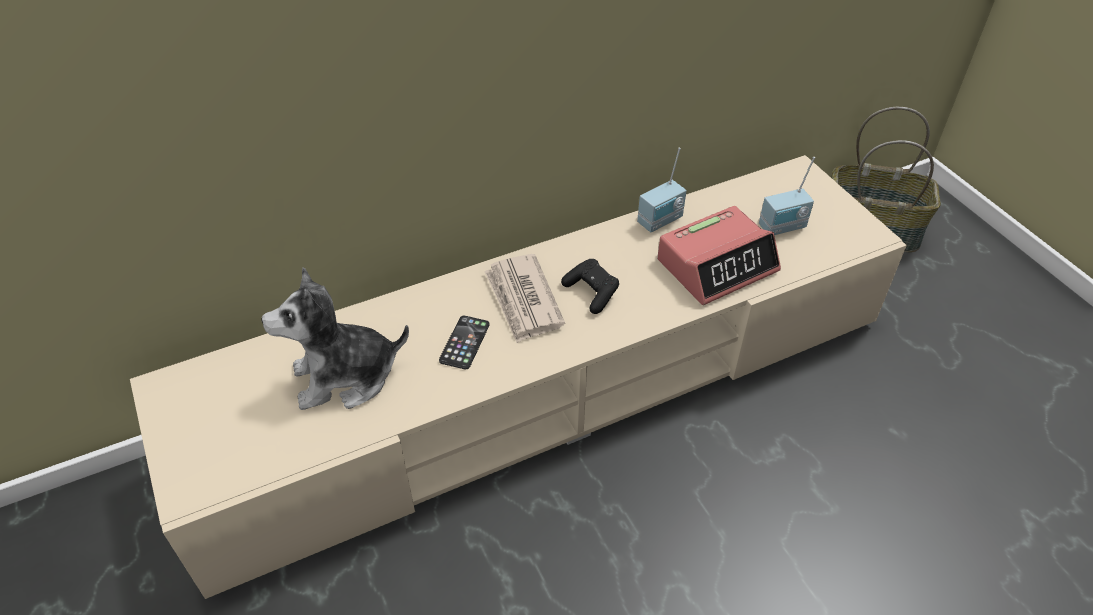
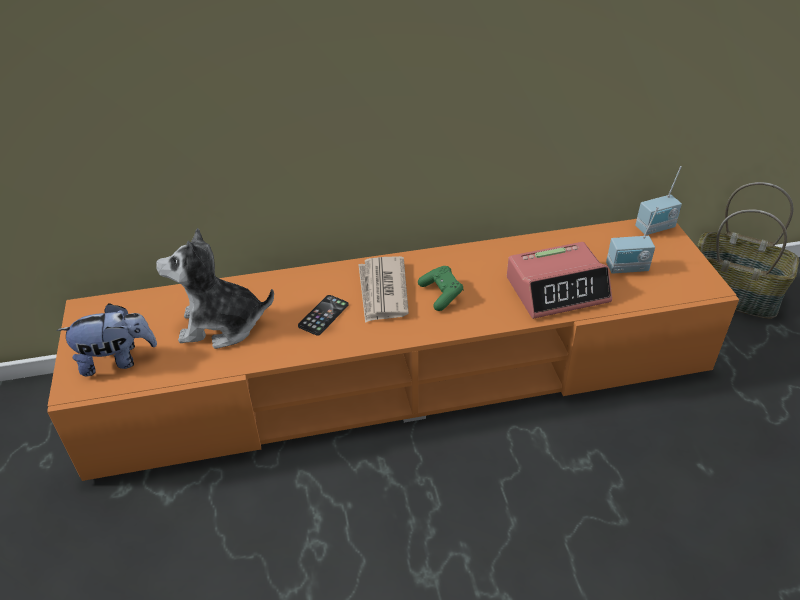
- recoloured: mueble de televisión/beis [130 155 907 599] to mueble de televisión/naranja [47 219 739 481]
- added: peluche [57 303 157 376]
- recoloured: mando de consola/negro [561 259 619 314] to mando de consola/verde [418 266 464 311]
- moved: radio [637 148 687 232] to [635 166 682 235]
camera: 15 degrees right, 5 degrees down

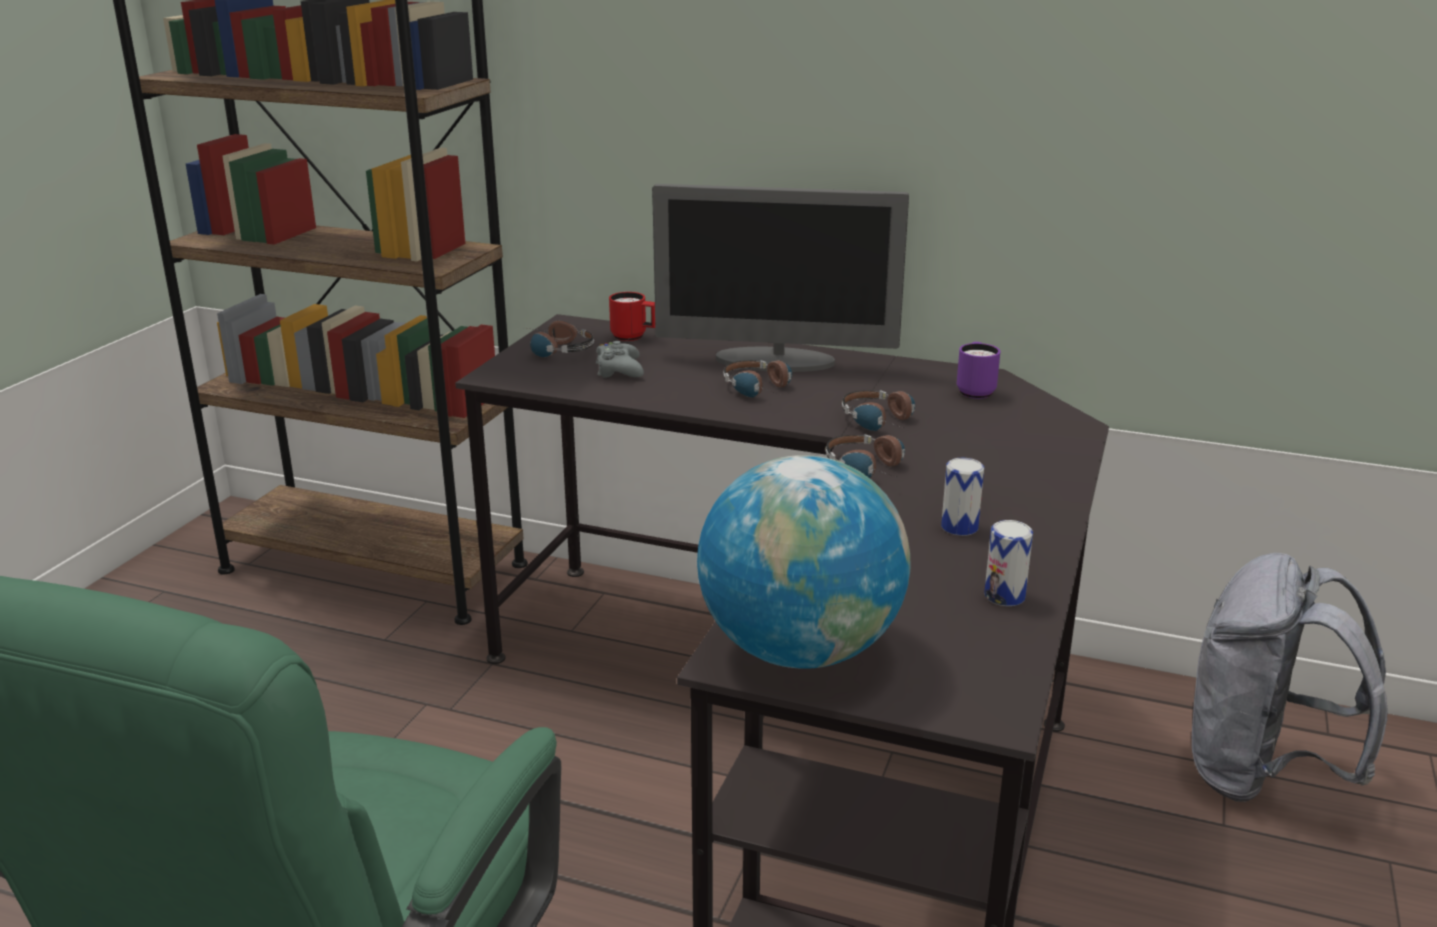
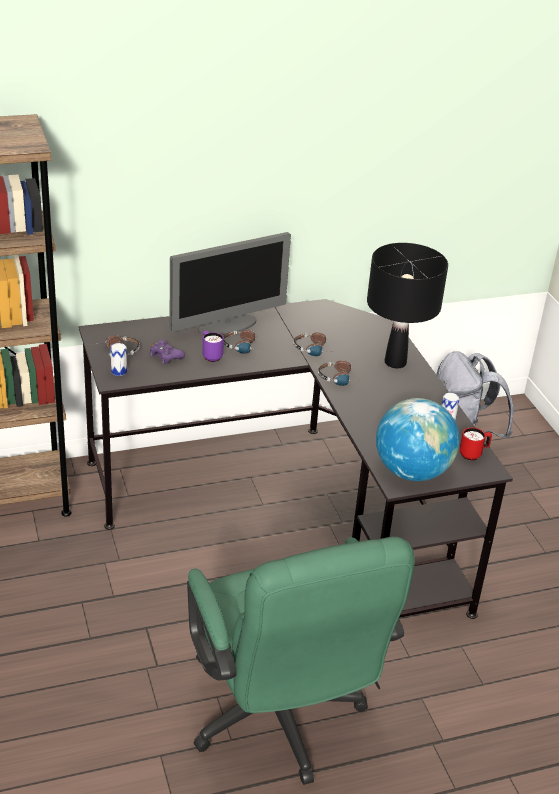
- moved: lata [941 458 984 536] to [111 343 127 376]
- recoloured: mando de consola/gris [596 341 644 378] to mando de consola/morado [150 340 185 364]
- moved: taza grande/morado [957 342 1000 399] to [202 331 224 362]
- added: lámpara de mesa/negro [367 243 448 368]
- moved: taza grande/rojo [609 292 655 341] to [460 427 492 460]
camera: 40 degrees left, 10 degrees up

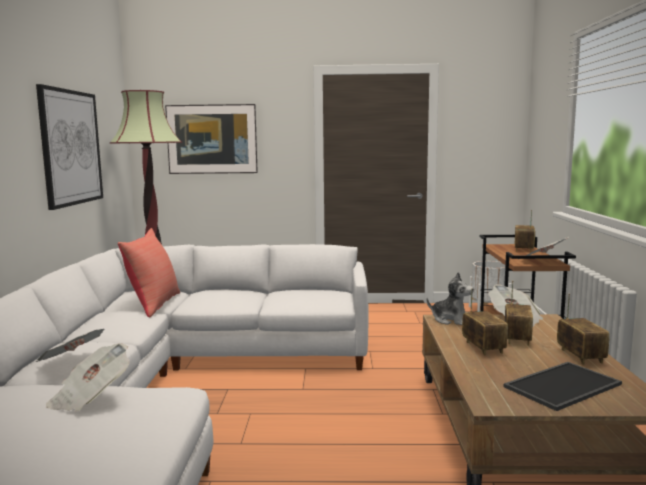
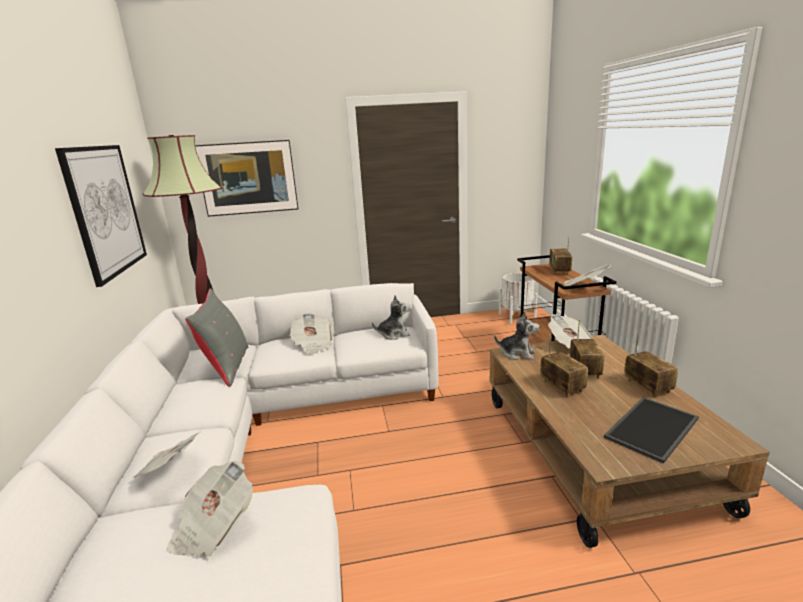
- recoloured: cojín/rojo [118 228 180 317] to cojín/gris [185 288 248 387]
- added: periódico [290 313 333 355]
- added: peluche [372 295 411 340]
camera: 10 degrees left, 10 degrees up

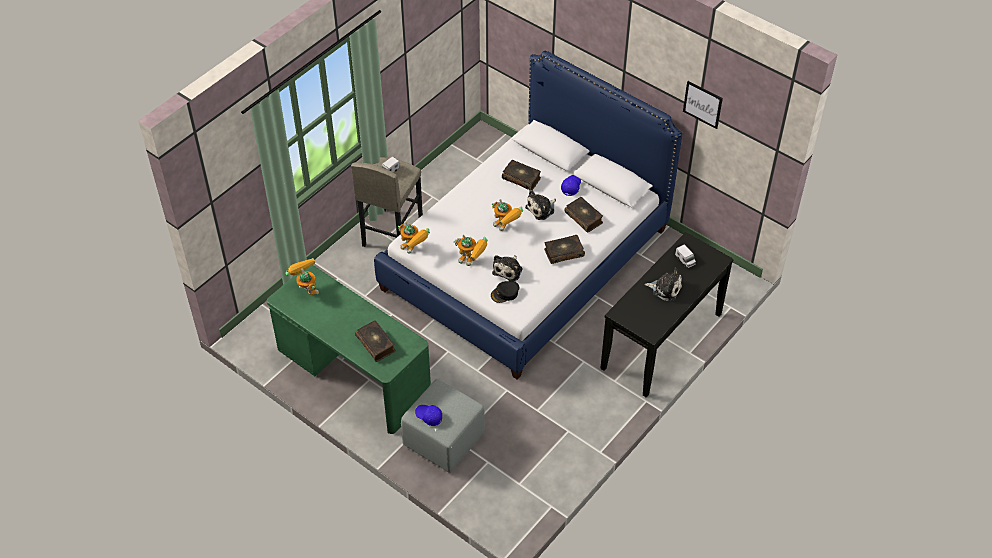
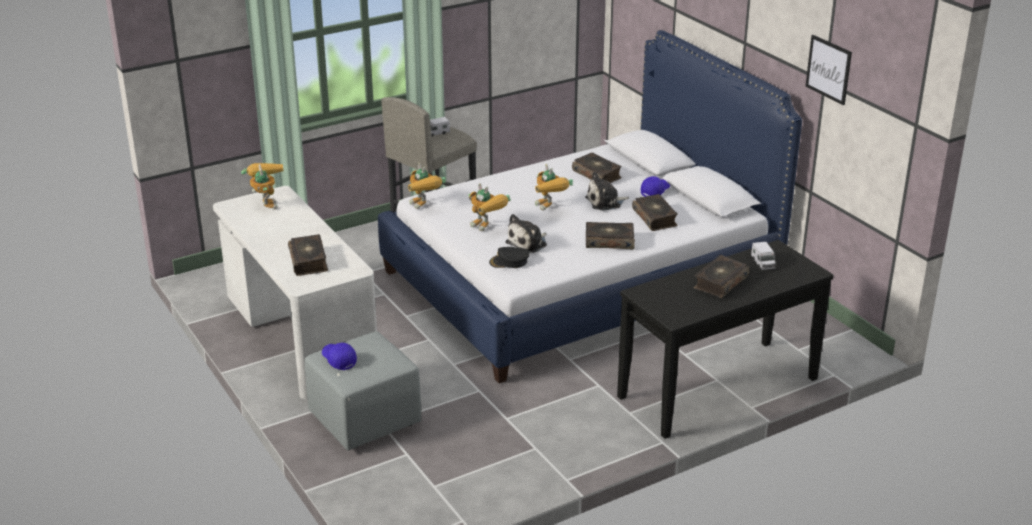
- recoloured: escritorio/verde [267 265 431 434] to escritorio/blanco [213 186 377 399]
- replaced: peluche [645 268 683 301] to libro [694 255 749 298]
camera: 20 degrees right, 20 degrees down

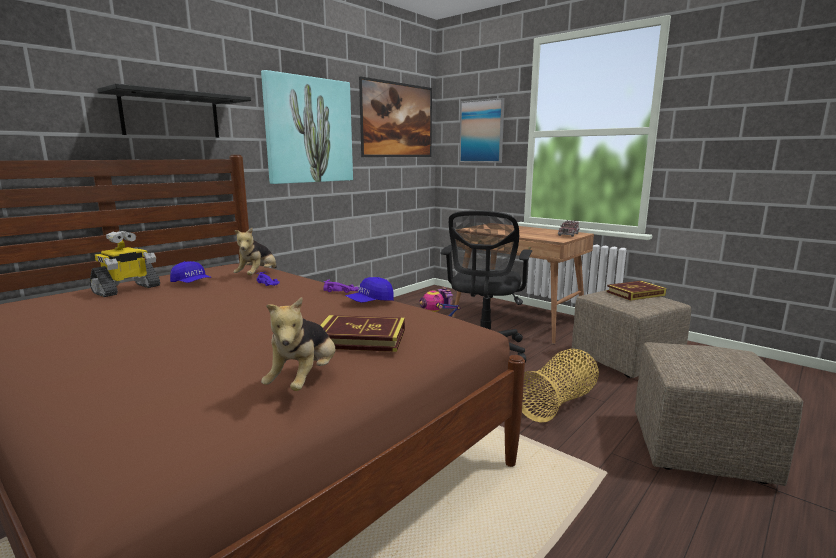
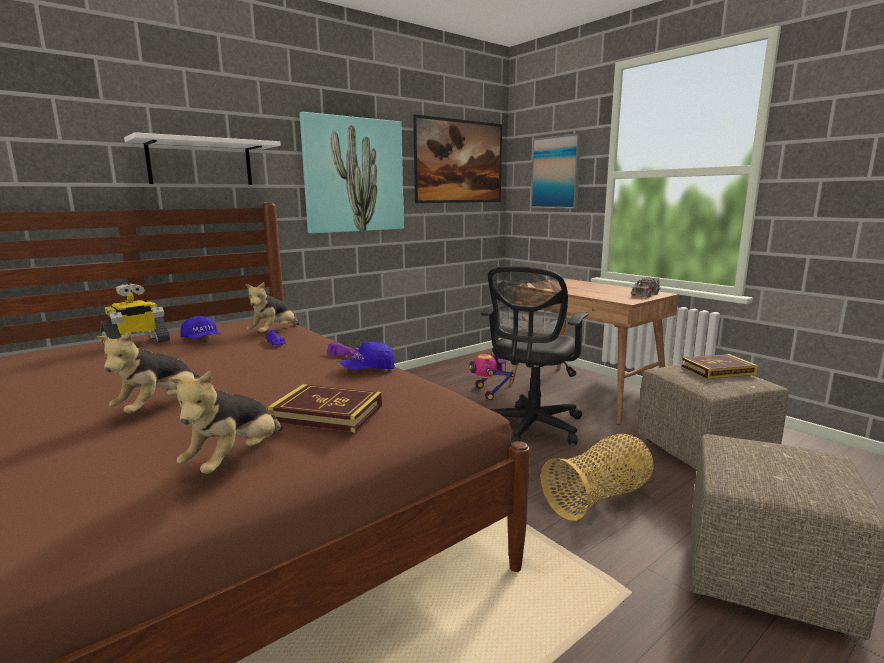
- added: peluche [97 331 201 414]
- recoloured: estante/negro [97 84 251 138] to estante/blanco [124 132 281 185]
camera: 10 degrees right, 0 degrees up

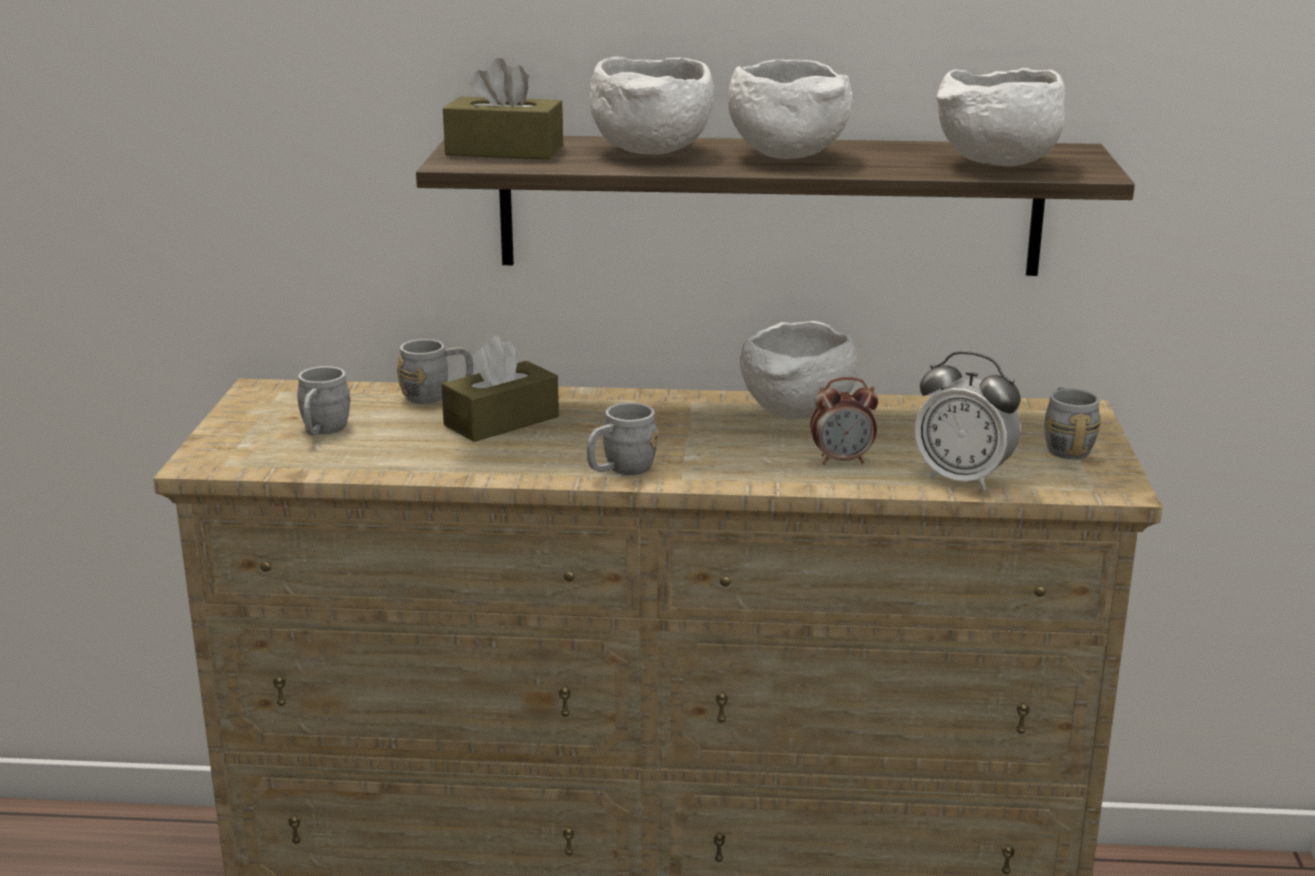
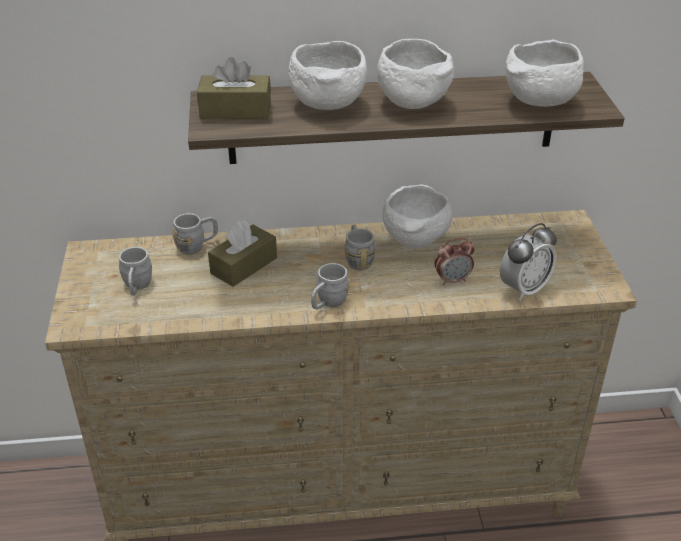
- moved: taza grande/gris [1044 387 1101 459] to [345 225 376 270]
- turned: despertador [915 351 1021 491] = [500 223 557 300] 60 degrees counterclockwise
camera: 10 degrees left, 15 degrees up

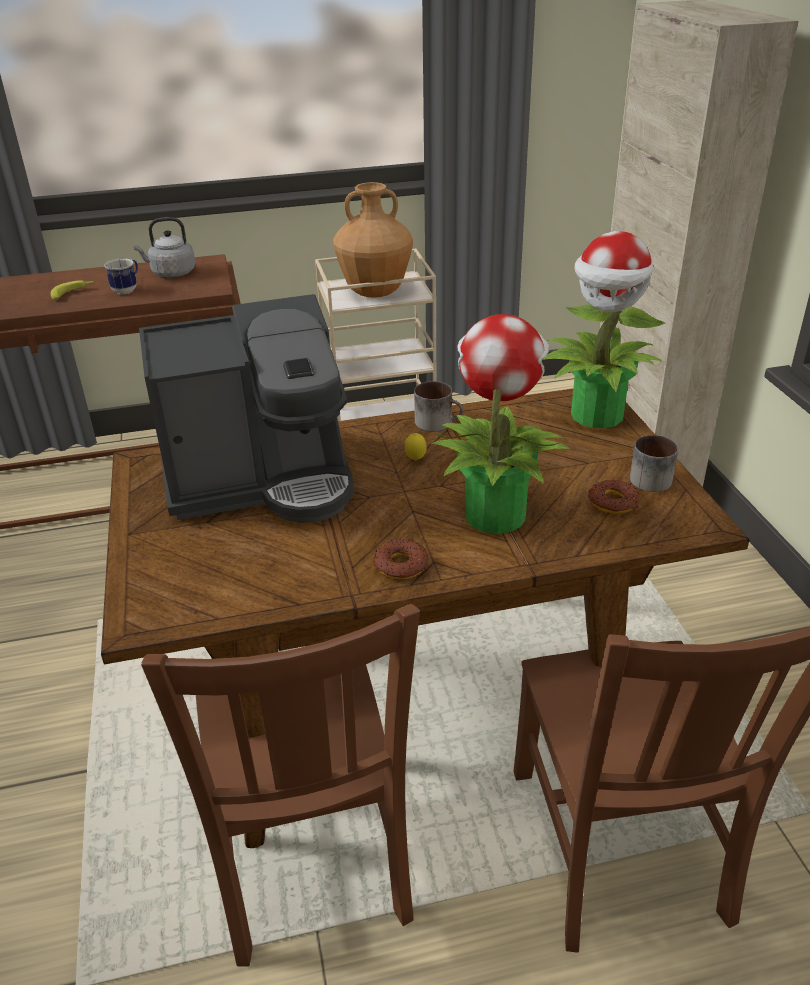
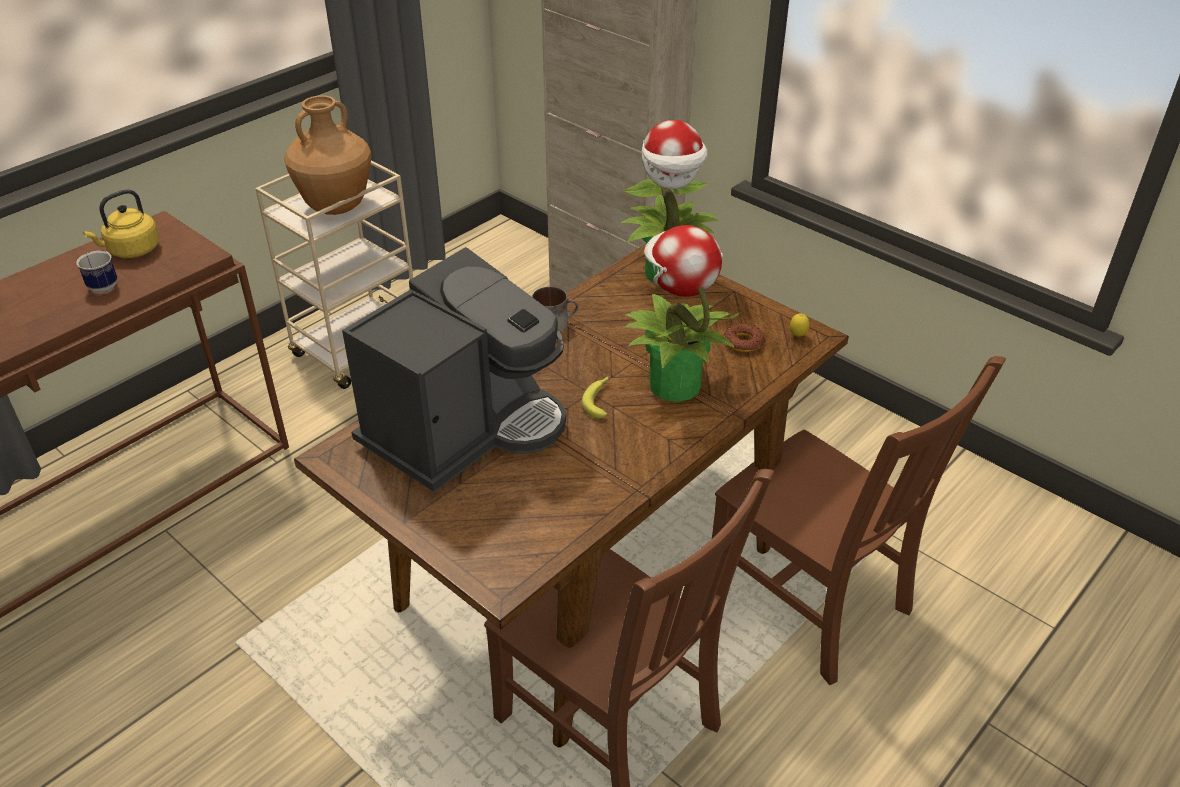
- recoloured: hervidor/gris [133 217 196 277] to hervidor/amarillo [83 189 159 258]
- moved: plátano [51 280 94 300] to [581 376 609 419]
- moved: limón [405 433 427 460] to [790 314 809 337]
- removed: rosquilla [373 539 428 579]
- removed: taza grande [630 435 678 492]
camera: 35 degrees left, 5 degrees up

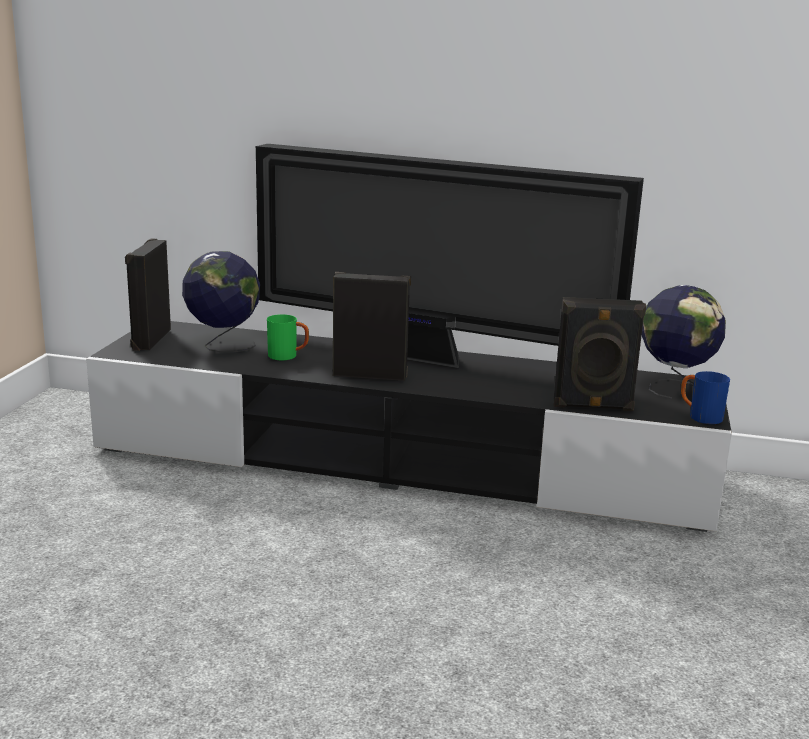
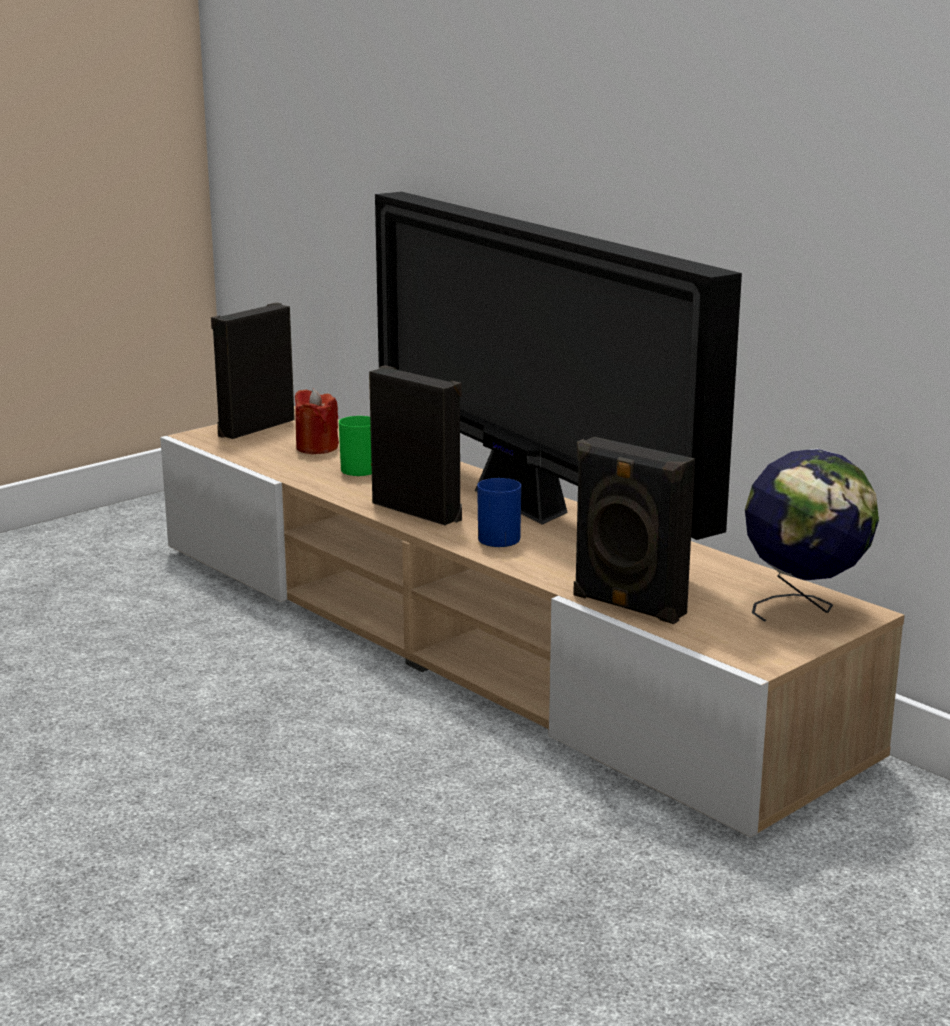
- recoloured: mueble de televisión/negro [86 321 732 532] to mueble de televisión/beis [160 406 905 837]
- replaced: globo terráqueo [182 251 260 353] to vela/rojo [295 389 339 454]
- moved: taza grande/azul [681 371 730 424] to [477 478 521 547]
camera: 35 degrees right, 0 degrees up

